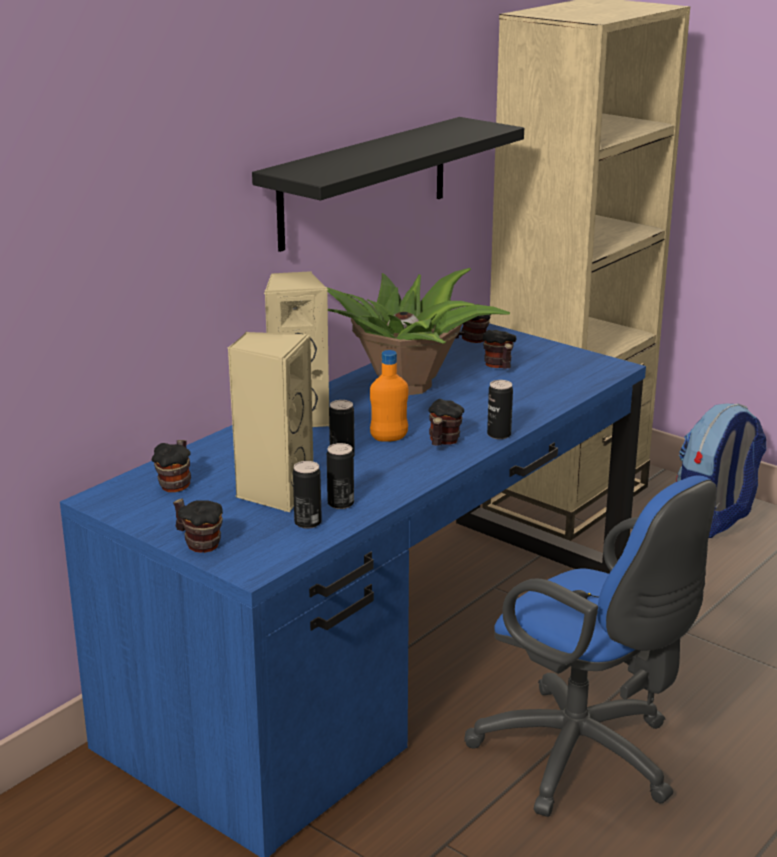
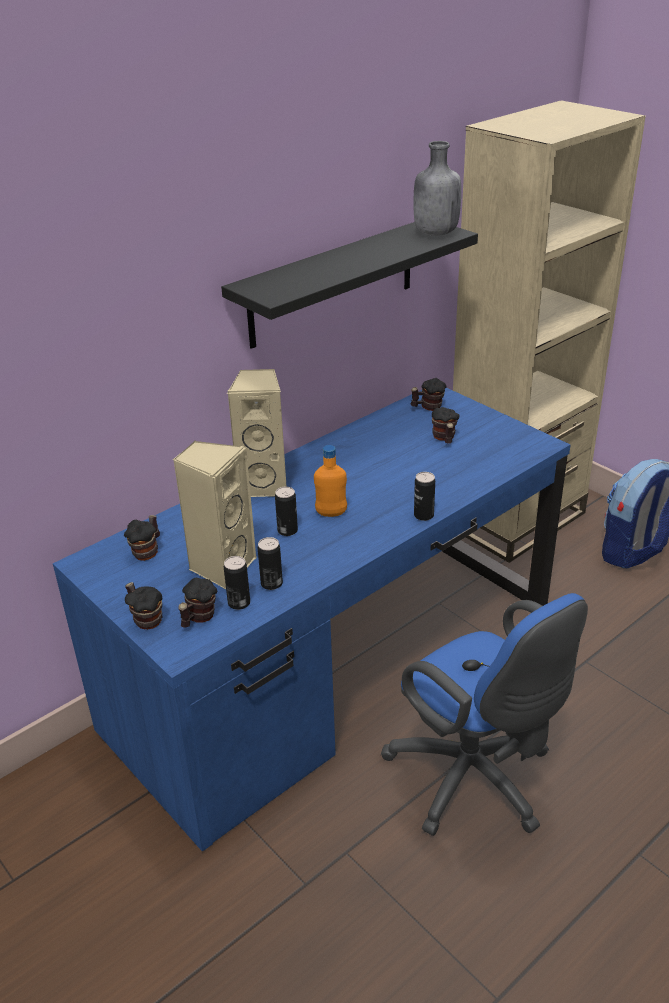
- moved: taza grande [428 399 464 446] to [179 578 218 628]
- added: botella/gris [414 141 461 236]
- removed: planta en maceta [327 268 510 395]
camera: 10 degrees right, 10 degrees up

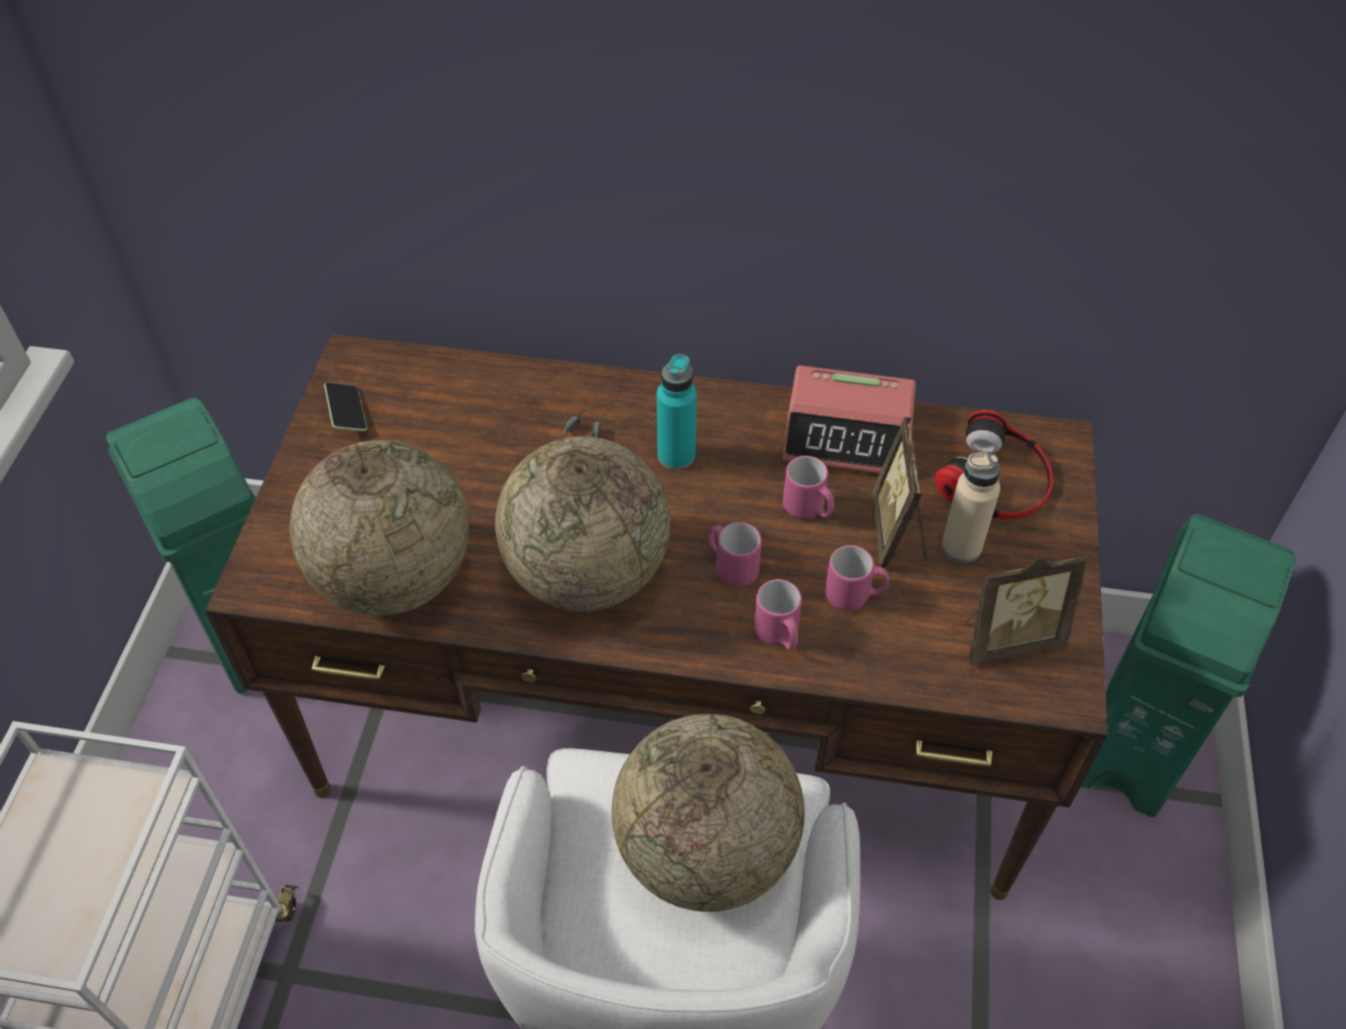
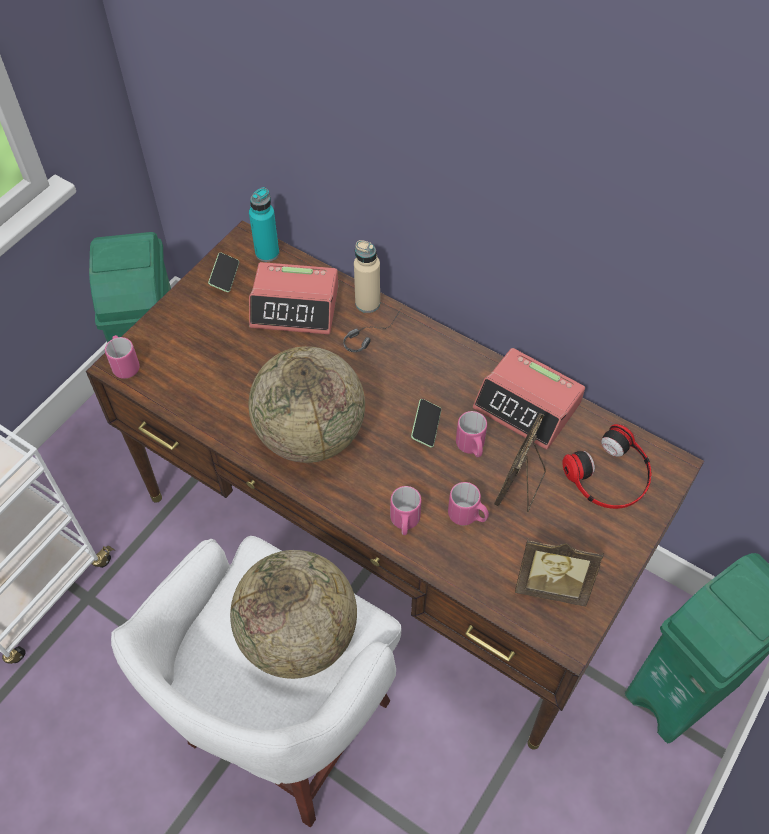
- moved: taza grande/rosa [708 522 762 587] to [105 335 140 379]
- moved: botella/turquesa [657 354 697 470] to [249 187 279 262]
- added: despertador [249 262 338 334]
- moved: botella/beis [941 453 1000 563] to [354 240 380 313]
- added: móvil [411 399 441 447]
- removed: globo terráqueo [290 440 469 616]
camera: 25 degrees right, 5 degrees up

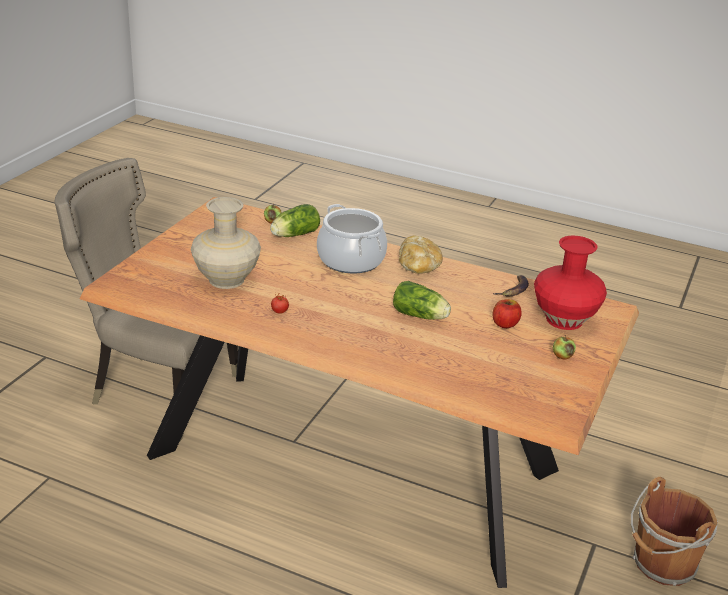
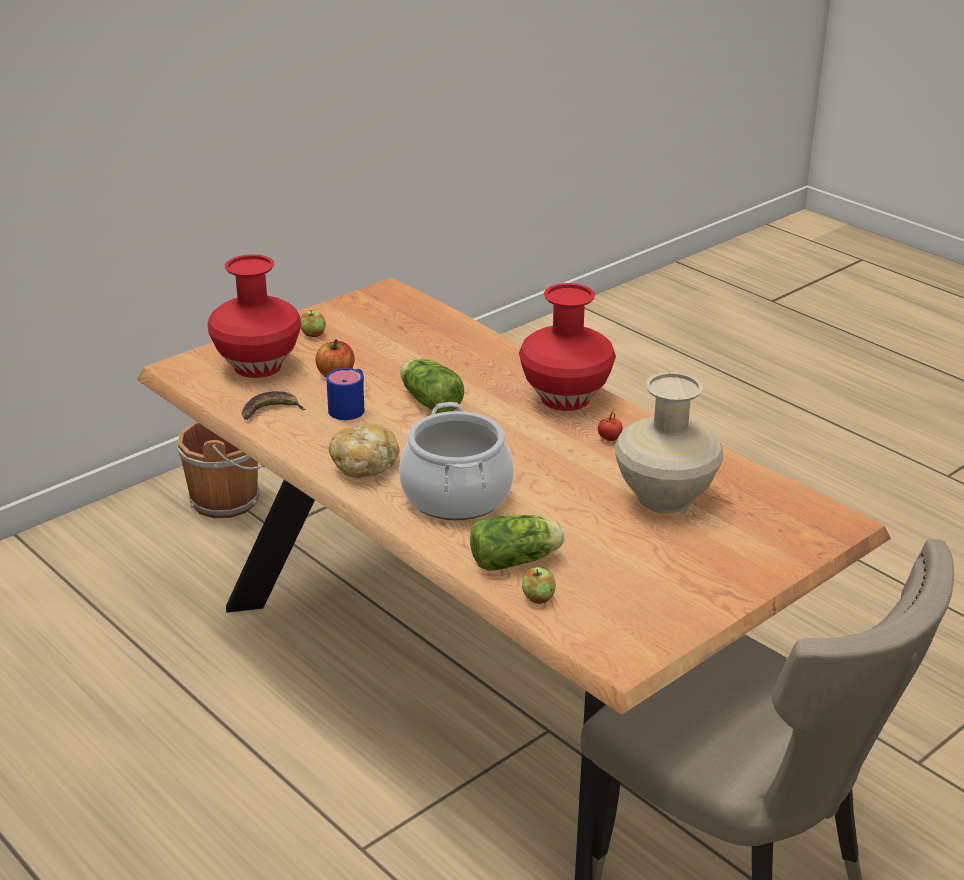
- added: taza grande/azul [326 368 365 420]
- added: florero/rojo [519 283 616 411]
camera: 155 degrees left, 0 degrees up

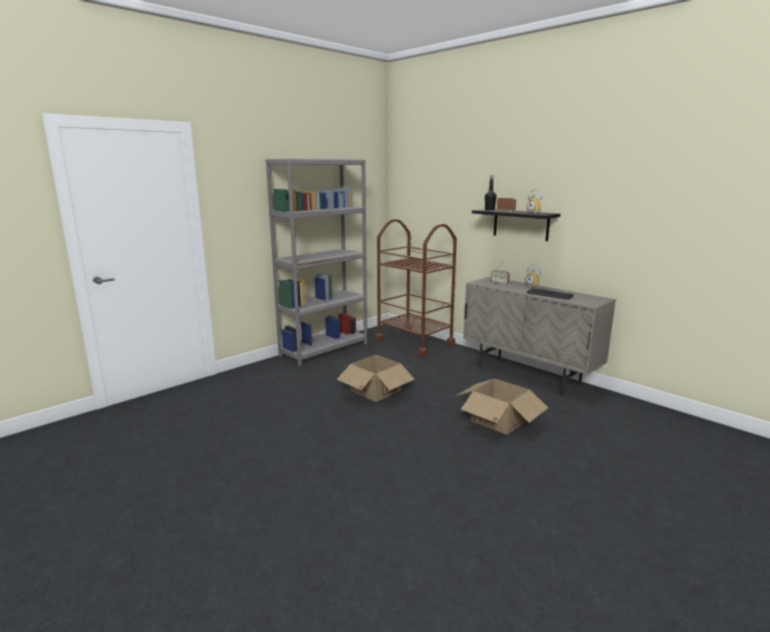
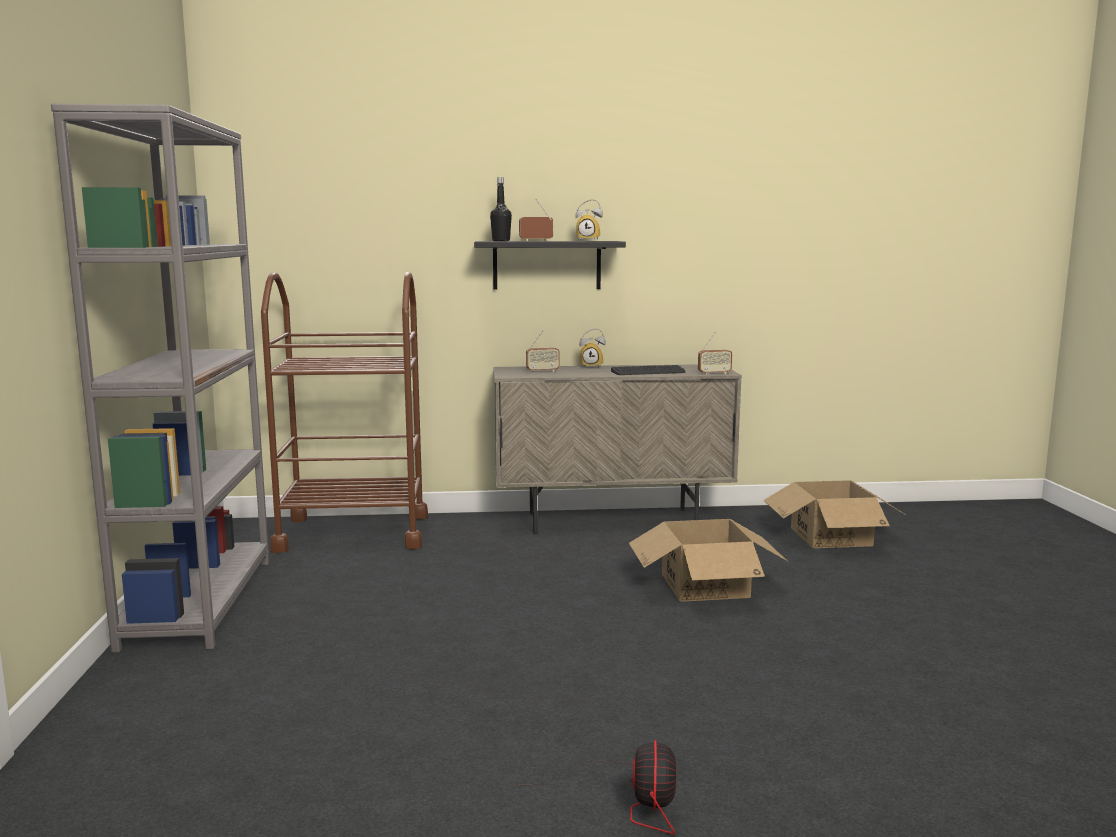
- added: ventilador [511 740 676 834]
- added: radio [698 333 732 375]
- moved: caja de cartón [337 355 415 402] to [763 480 906 548]
camera: 50 degrees left, 5 degrees down

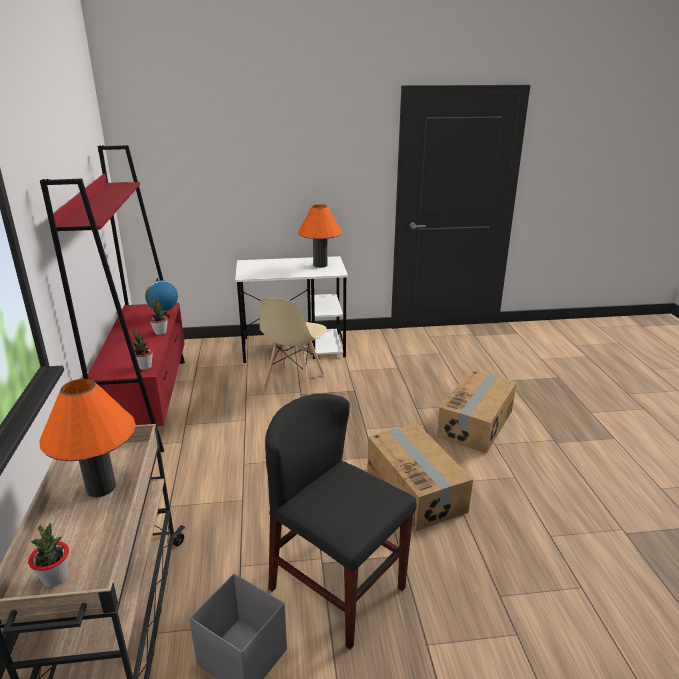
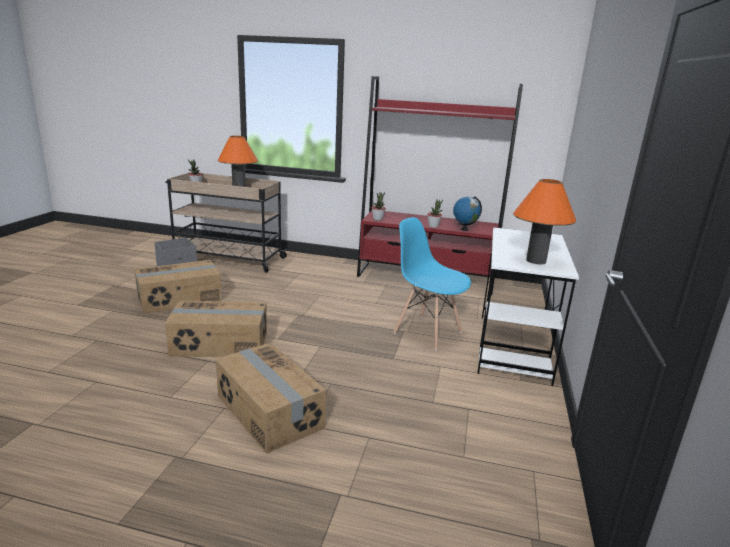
- replaced: silla/negro [265 393 416 649] to caja de cartón [134 260 222 314]
- recoloured: silla/beis [260 298 327 395] to silla/azul [394 217 471 350]
camera: 110 degrees right, 5 degrees down

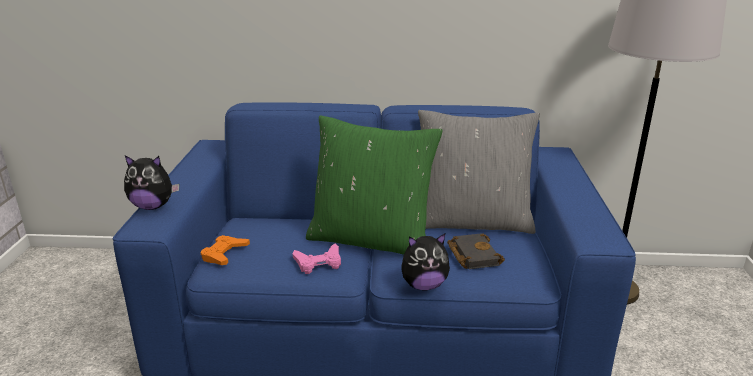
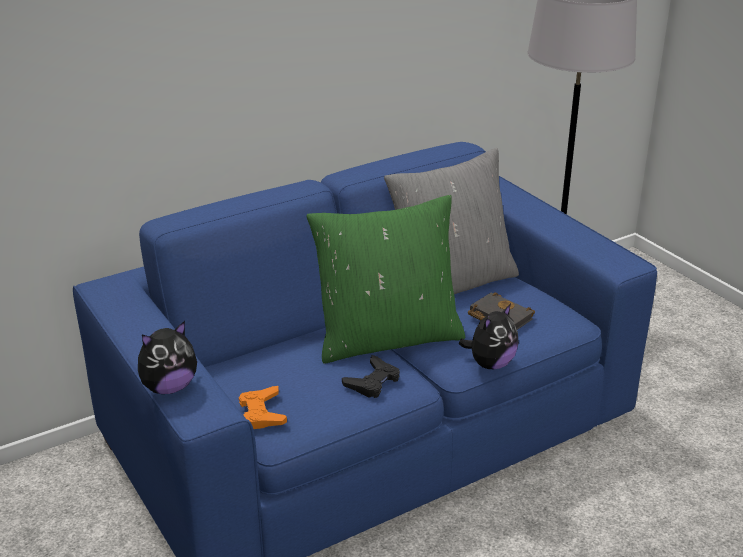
- recoloured: mando de consola/rosa [293 244 341 274] to mando de consola/negro [342 355 400 398]
camera: 35 degrees left, 5 degrees up

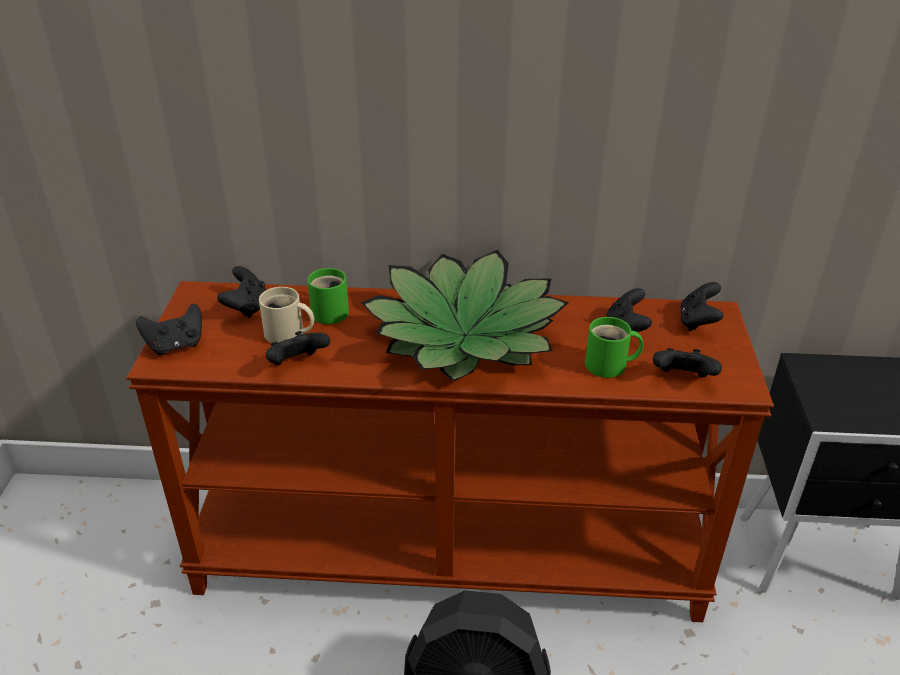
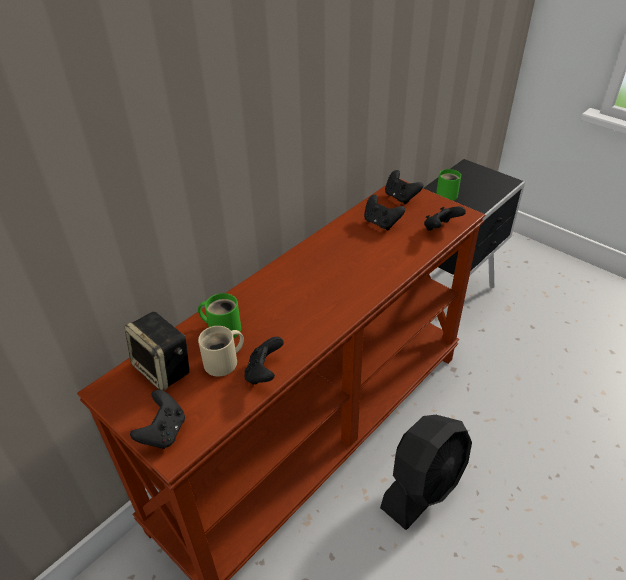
- replaced: mando de consola/negro [217 266 266 318] to altavoz [125 312 190 391]
- moved: taza grande/verde [585 317 644 378] to [436 169 461 201]
- removed: planta en maceta [361 250 569 381]
camera: 50 degrees left, 5 degrees up

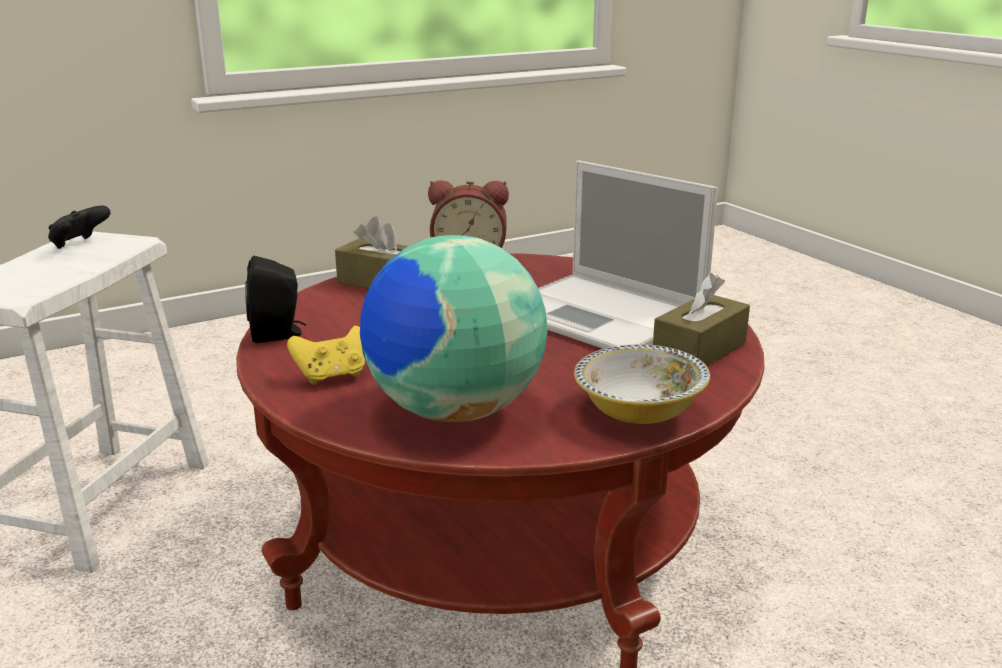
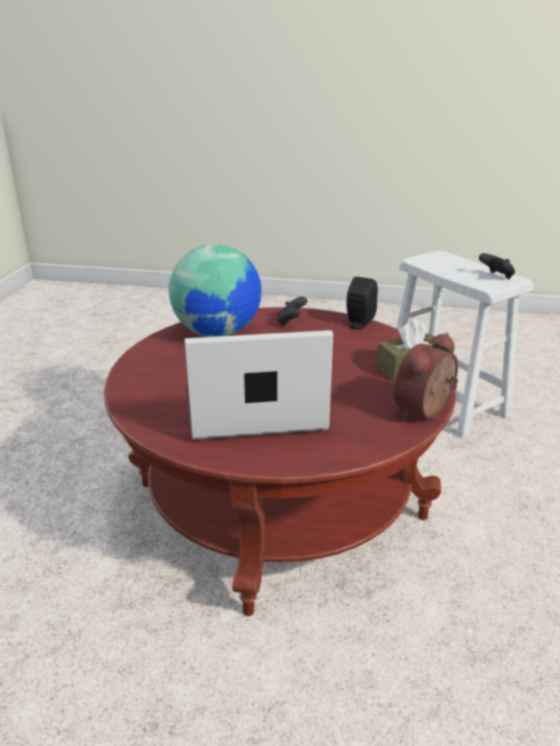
- recoloured: mando de consola/amarillo [287 326 365 385] to mando de consola/negro [277 297 307 326]
- removed: cuenco [574 344 710 424]
- removed: caja de pañuelos/marrón [653 273 750 366]
camera: 130 degrees right, 5 degrees up

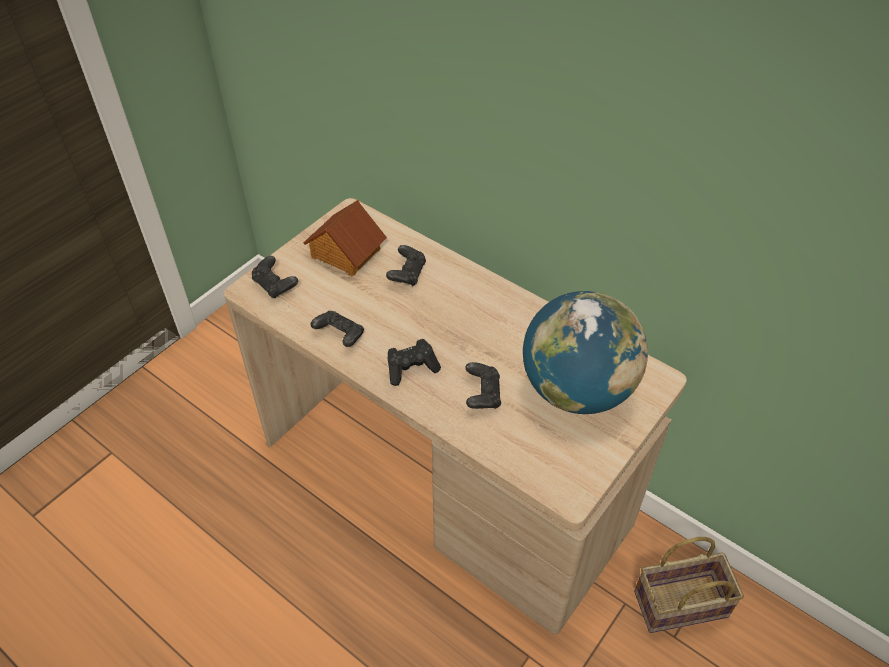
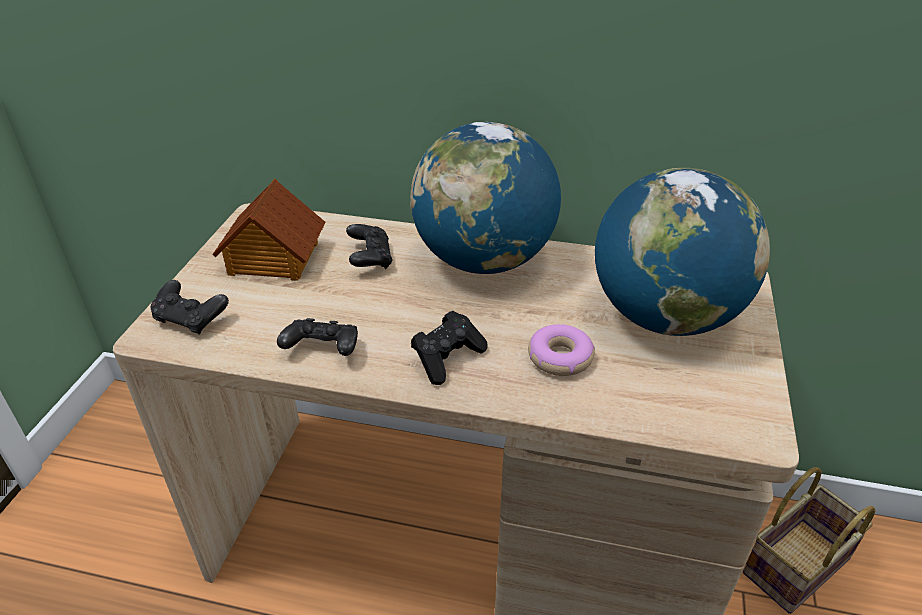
- added: globo terráqueo [410 122 561 274]
- replaced: mando de consola/negro [465 362 501 409] to rosquilla [528 324 595 376]
camera: 25 degrees left, 10 degrees down

